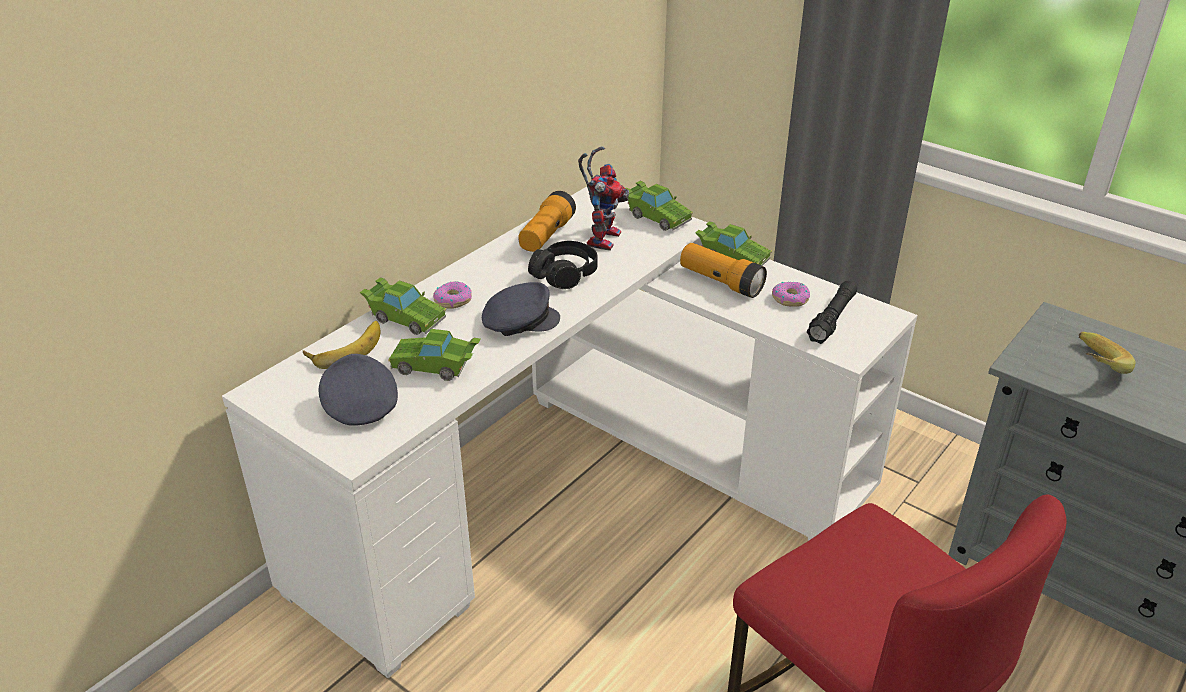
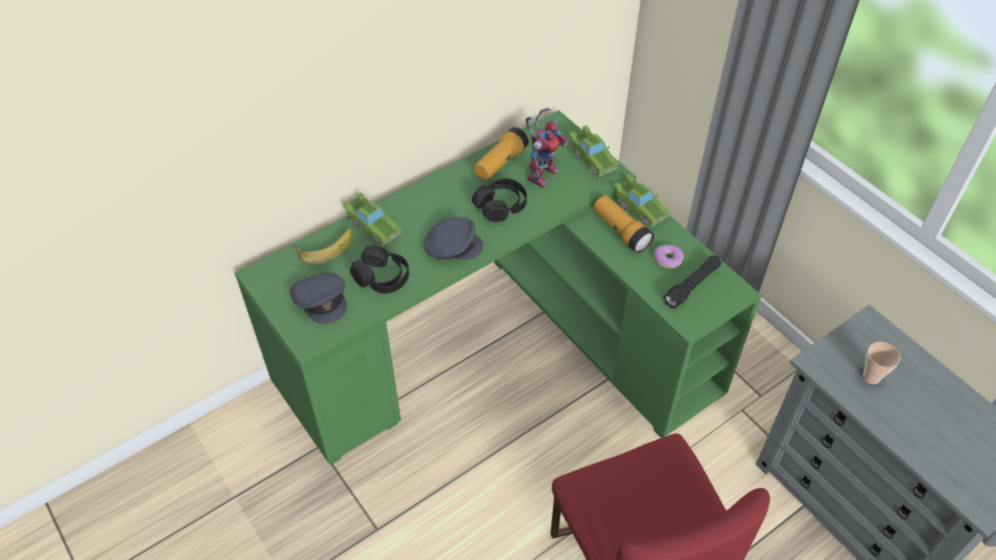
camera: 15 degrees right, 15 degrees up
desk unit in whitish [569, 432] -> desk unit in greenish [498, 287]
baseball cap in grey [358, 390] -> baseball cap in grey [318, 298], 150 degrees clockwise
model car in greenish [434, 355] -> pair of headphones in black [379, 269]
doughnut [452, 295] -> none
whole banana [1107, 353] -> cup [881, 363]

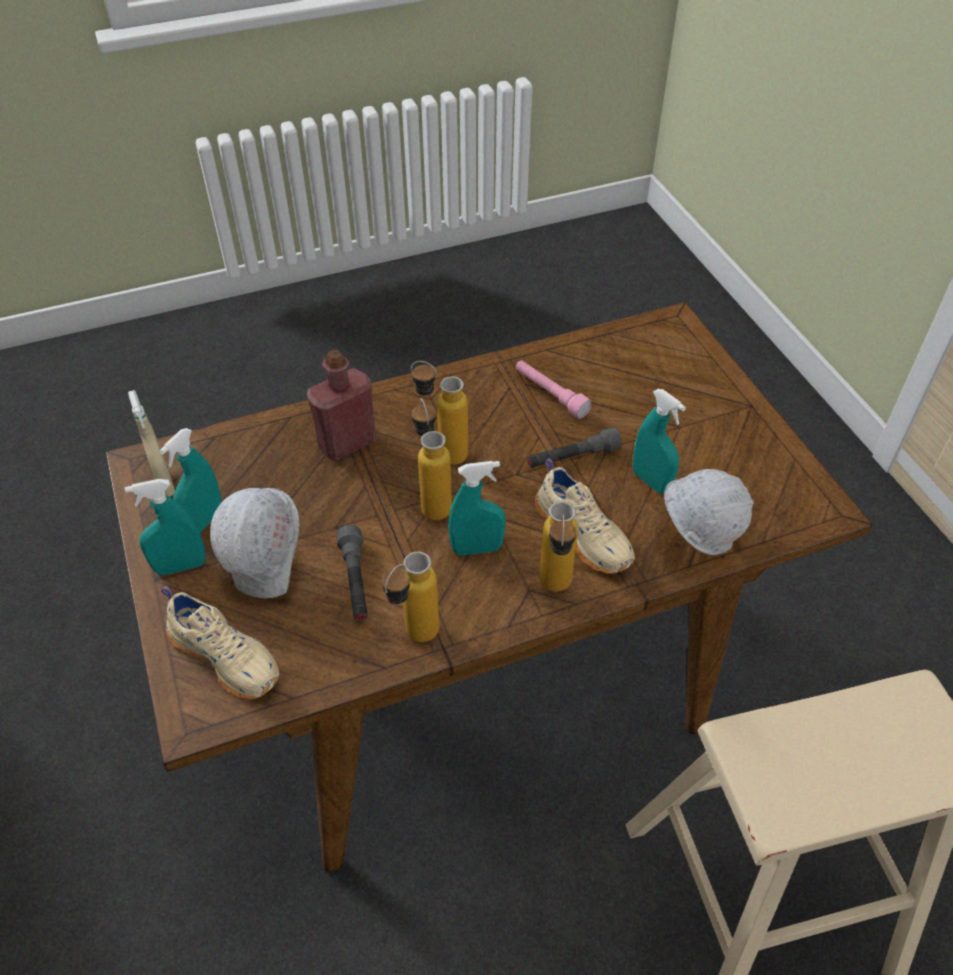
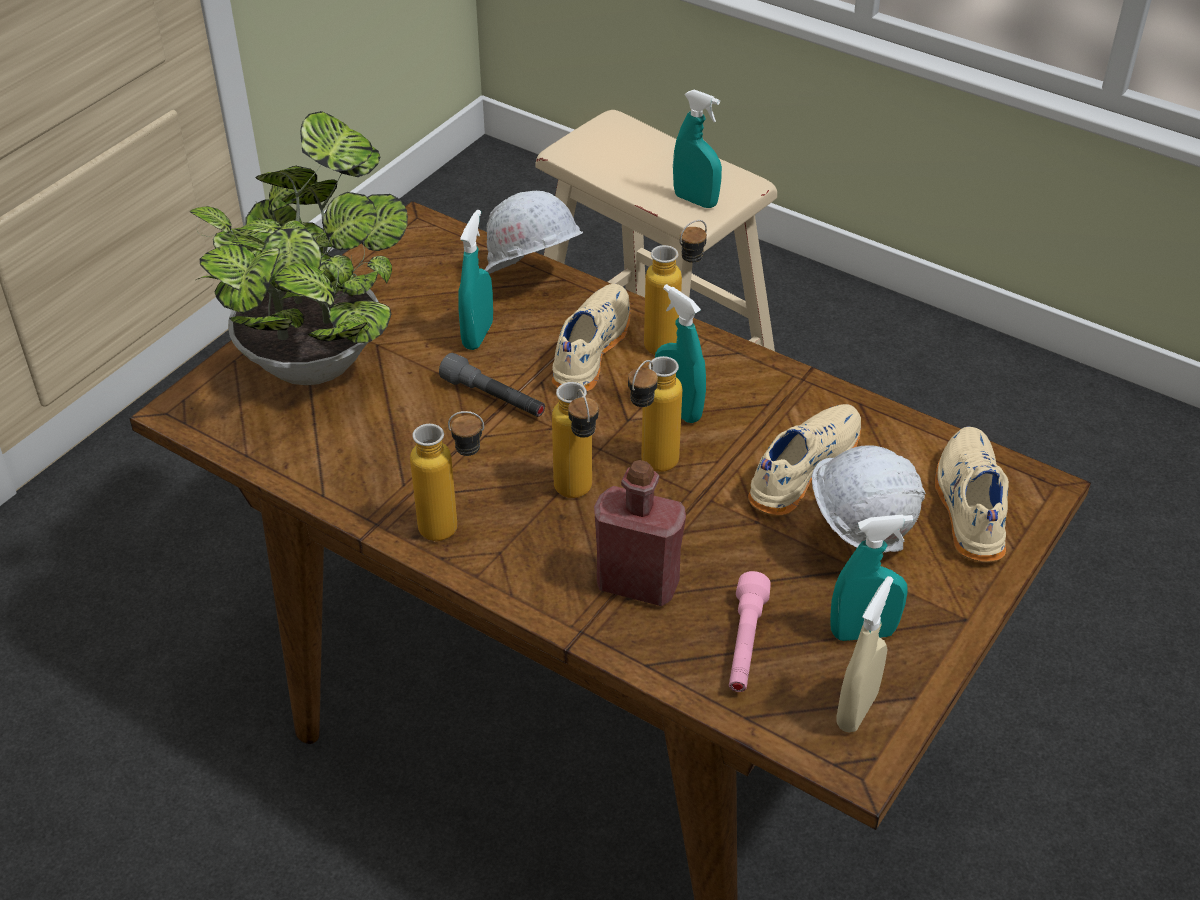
camera: 125 degrees left, 5 degrees down
sprayer in turquoise [165, 527] -> sprayer in turquoise [697, 148], moved
hand torch in grey [352, 573] -> low shoe in beige [804, 460]
drink bottle [410, 597] -> drink bottle [447, 476], moved
hand torch in pinkish [553, 389] -> hand torch in pinkish [750, 631], moved
none -> potted plant [298, 248]

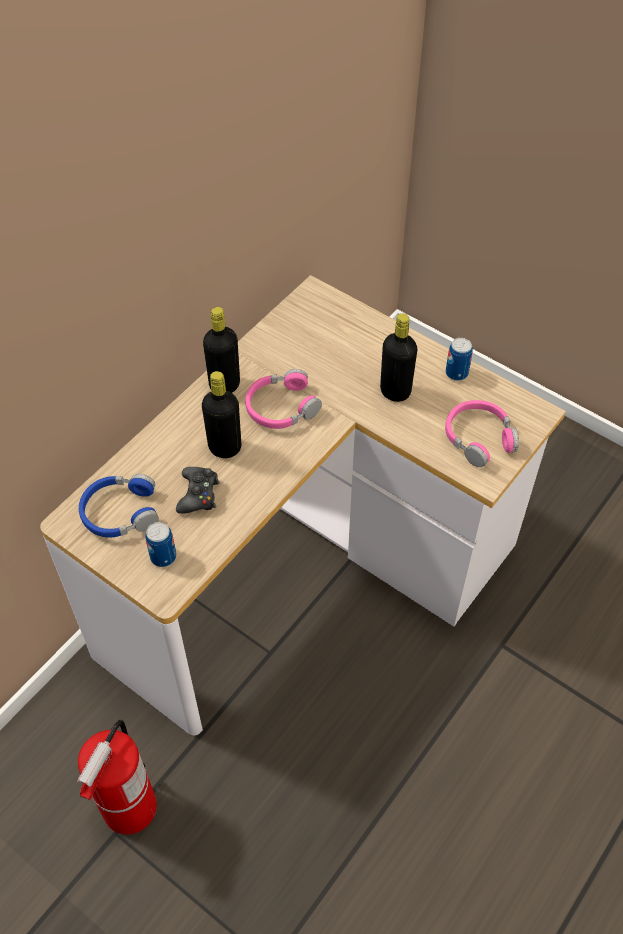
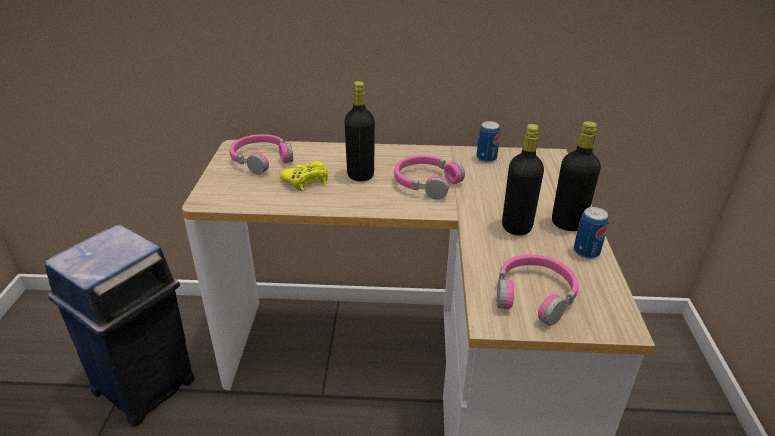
camera: 55 degrees right, 20 degrees down
extinguisher [116, 777] -> waste bin in blue-coloured [120, 325]
pair of headphones in blue-coloured [119, 506] -> pair of headphones in pinkish [261, 154]
sealed can [160, 544] -> sealed can [488, 142], moved
game controller in black [198, 490] -> game controller in yellow-coloured [304, 176]
drink bottle in black [221, 350] -> drink bottle in black [576, 176], moved

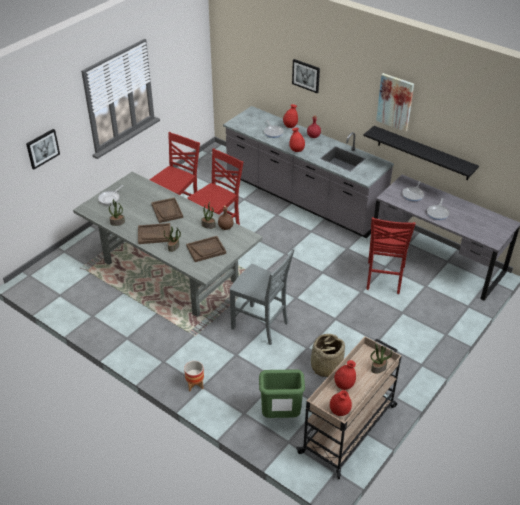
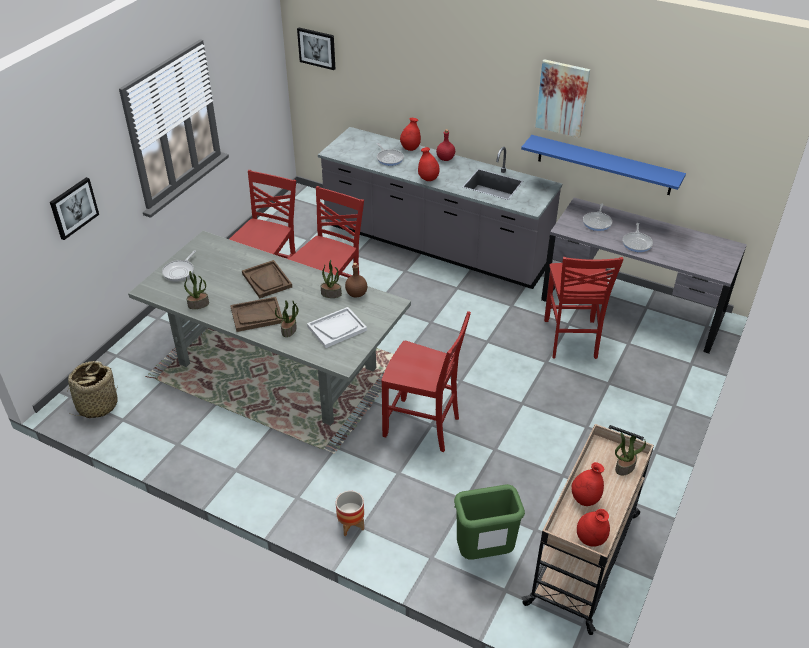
camera: 10 degrees left, 0 degrees up
carrying tray in brown [206, 249] -> carrying tray in whitish [337, 327]
upright chair in grey [262, 296] -> upright chair in red-coloured [426, 381]
picture [306, 76] -> picture [316, 49], moved
storage basket [328, 355] -> storage basket [92, 389], moved
bracket shelf in black [421, 153] -> bracket shelf in blue-coloured [603, 165]

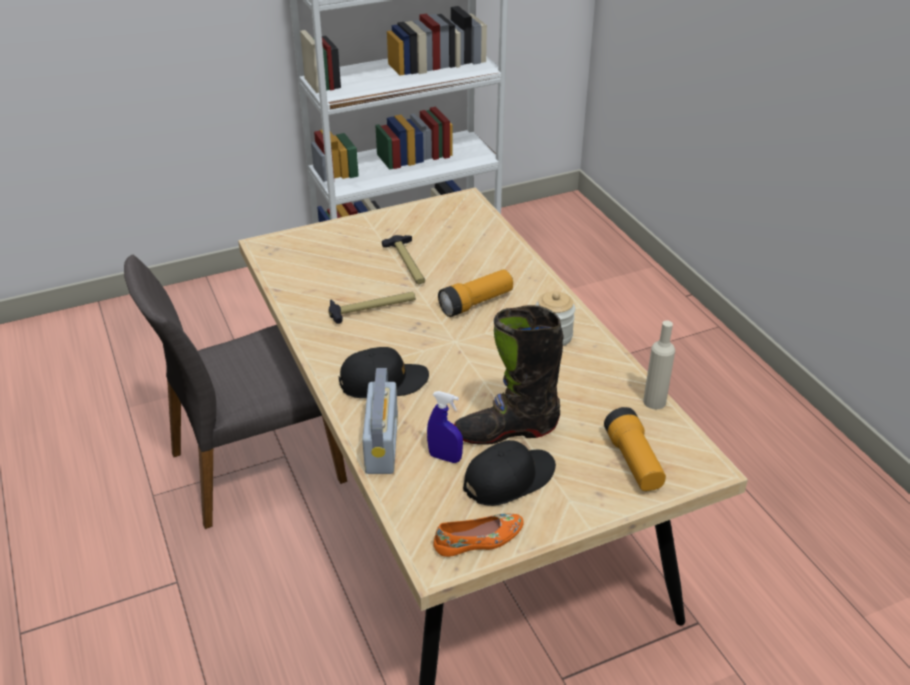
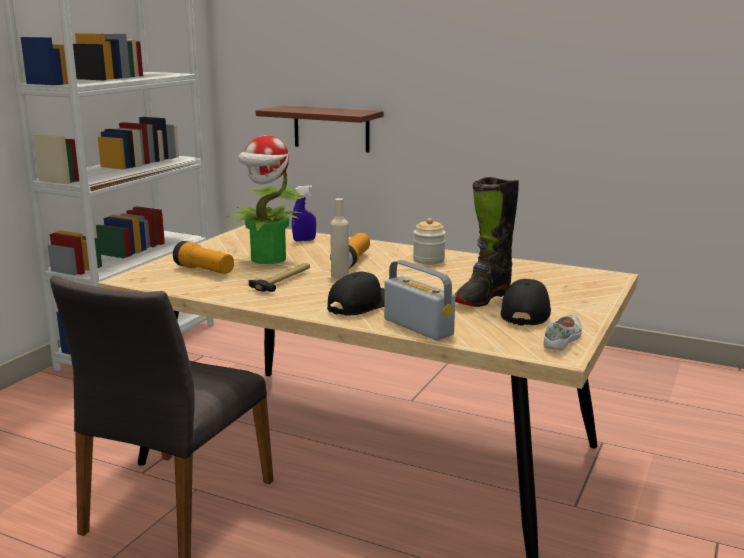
camera: 40 degrees left, 20 degrees down
hammer [403, 259] -> potted plant [265, 199]
sprayer in blue-coloured [445, 427] -> sprayer in blue-coloured [304, 213], moved
low shoe in orangey [479, 535] -> low shoe in whitish [563, 333]
hand torch [635, 449] -> hand torch [203, 257], moved
drink bottle in beige [659, 364] -> drink bottle in beige [339, 238], moved
none -> bracket shelf in brown [319, 129]

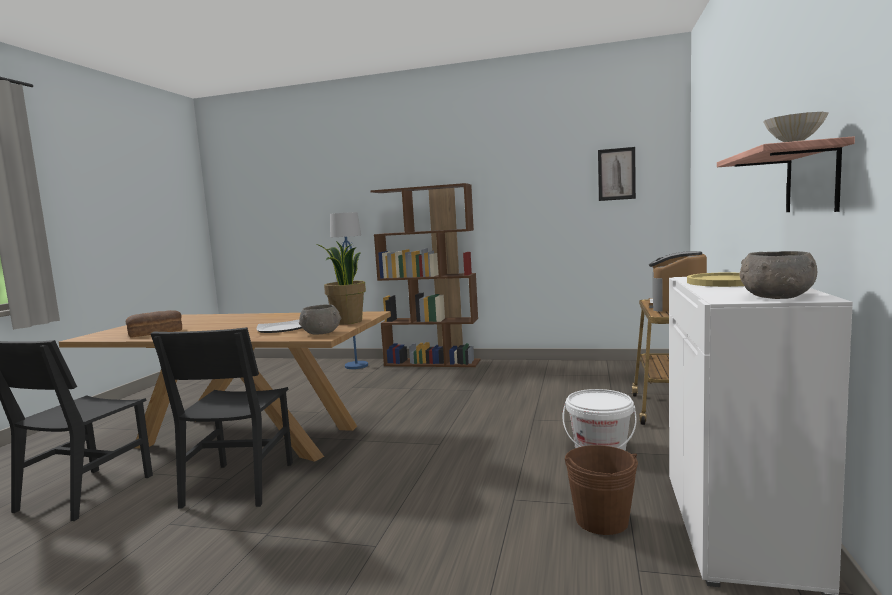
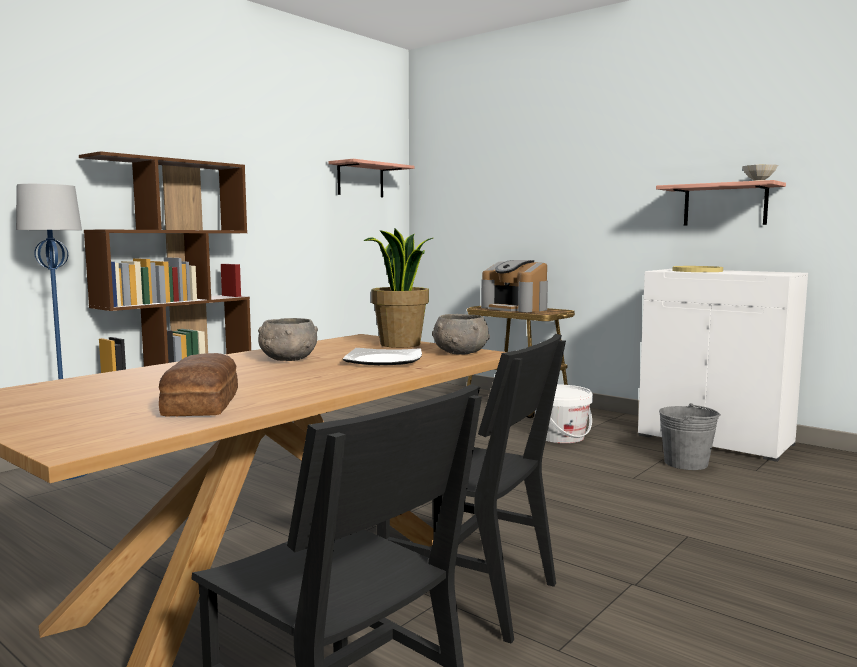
camera: 65 degrees left, 0 degrees up
bucket in brown [601, 490] -> bucket in grey [690, 436]
picture [617, 174] -> bracket shelf [371, 178]
serving bowl in grey [778, 275] -> serving bowl in grey [288, 339], moved

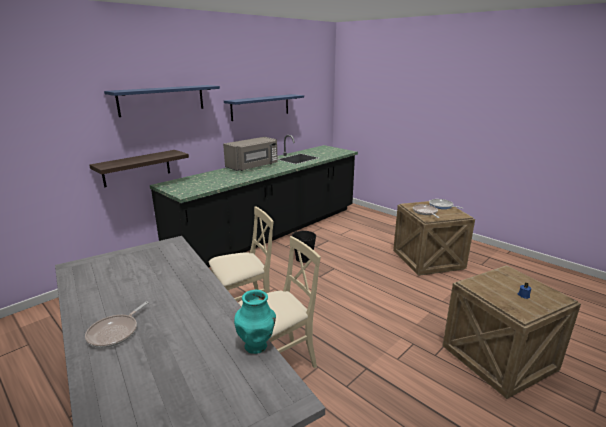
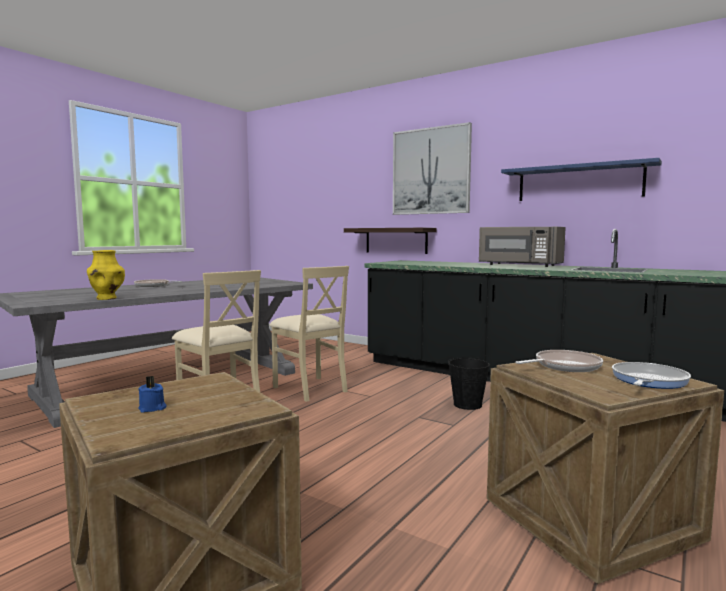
camera: 80 degrees right, 15 degrees down
bracket shelf in blue-coloured [162, 101] -> picture [432, 168]
decorative vase in turquoise [255, 322] -> decorative vase in yellow-coloured [106, 275]

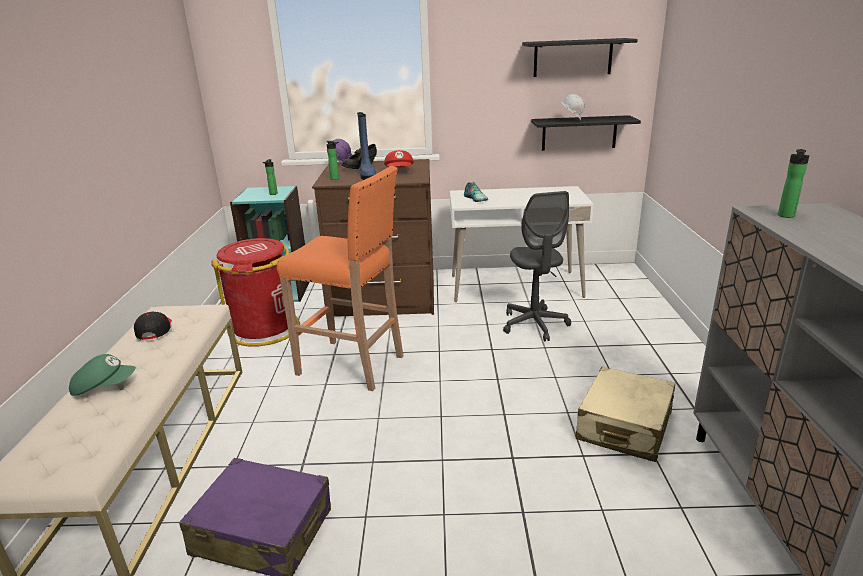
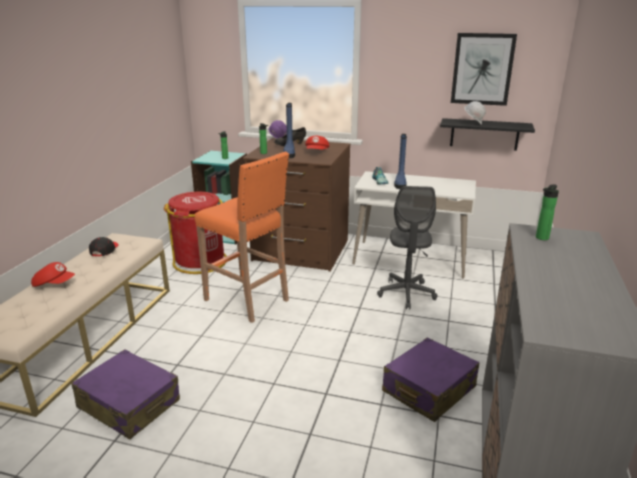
camera: 15 degrees right, 0 degrees up
baseball cap in greenish [102, 375] -> baseball cap in red-coloured [53, 274]
bracket shelf in black [580, 57] -> picture [484, 69]
piece of luggage in beige [625, 414] -> piece of luggage in purple-coloured [431, 379]
none -> tall boot in blue-coloured [400, 161]

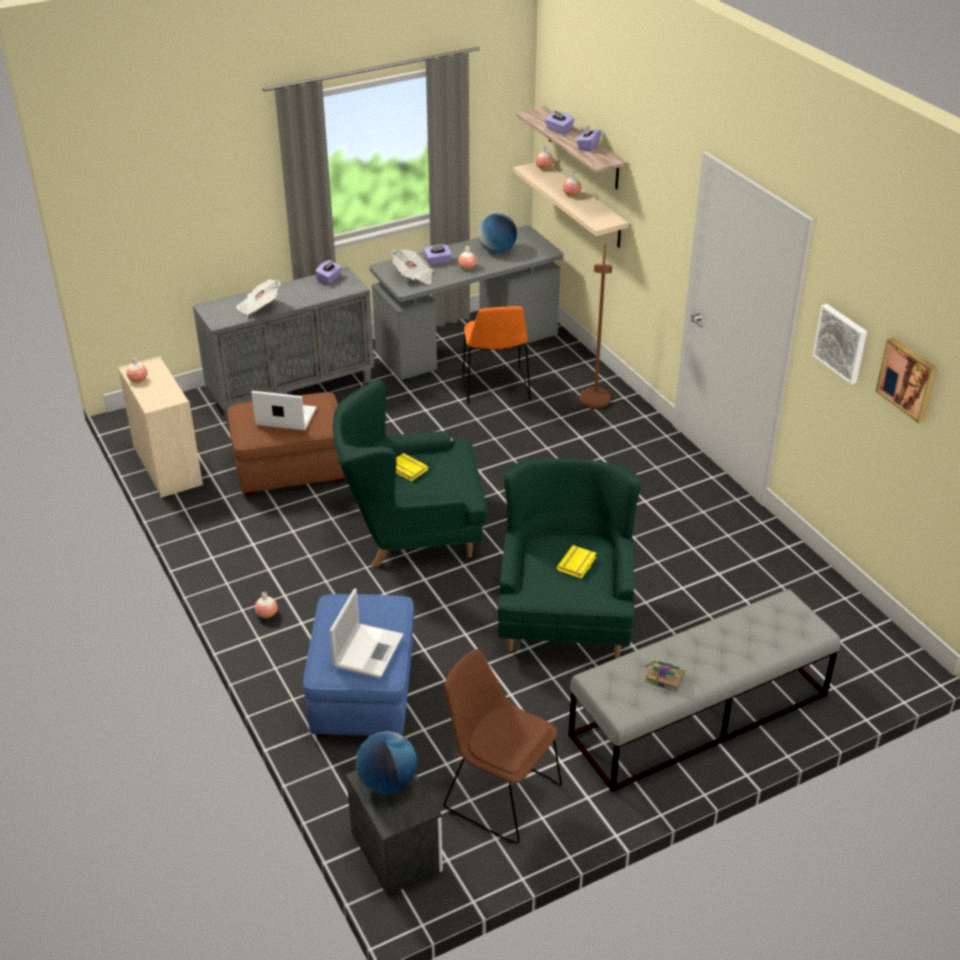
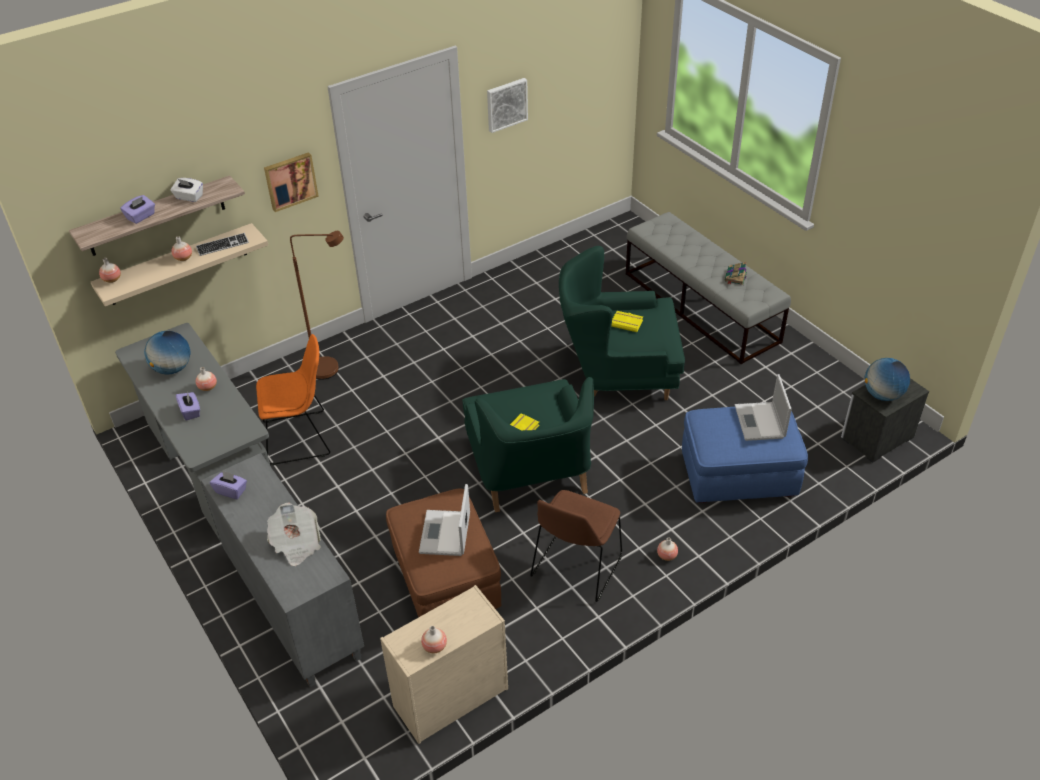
camera: 95 degrees left, 5 degrees up
notebook computer [366, 633] -> notebook computer [763, 407], 105 degrees counterclockwise
daily paper [412, 266] -> none
upright chair in brown [502, 746] -> upright chair in brown [576, 546], moved
box of tissues in purple-coloured [589, 138] -> box of tissues in whitish [186, 190]
picture [906, 380] -> picture [291, 182], moved
none -> computer keyboard [222, 244]

